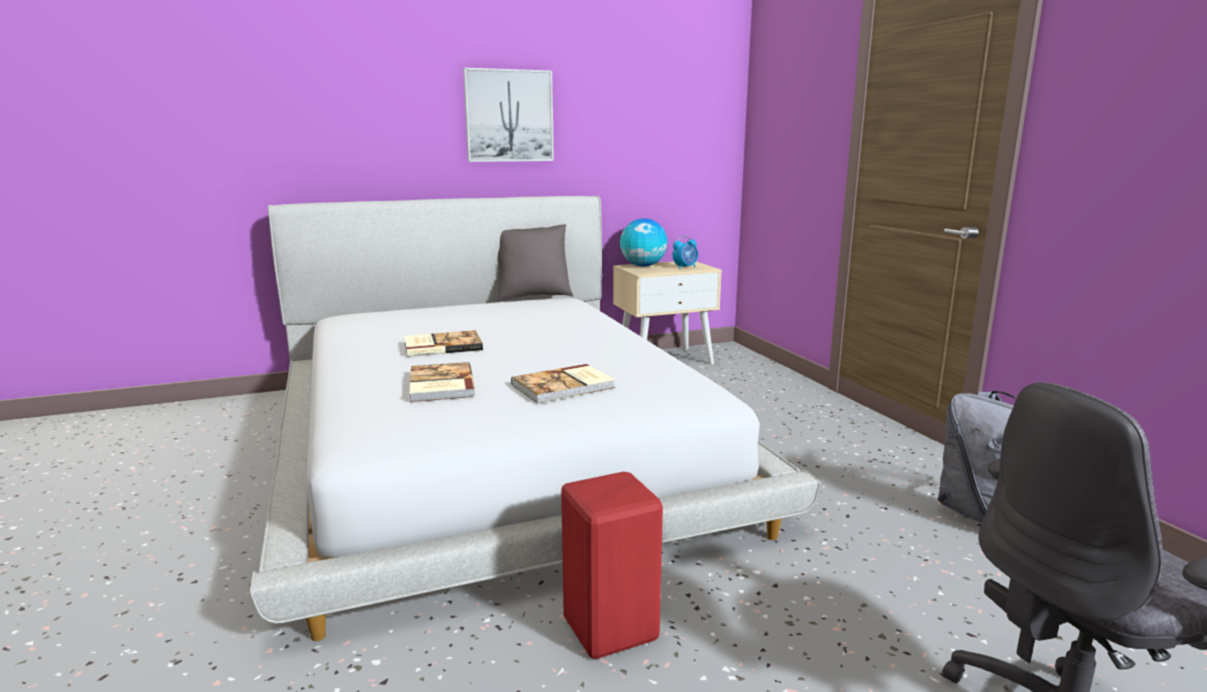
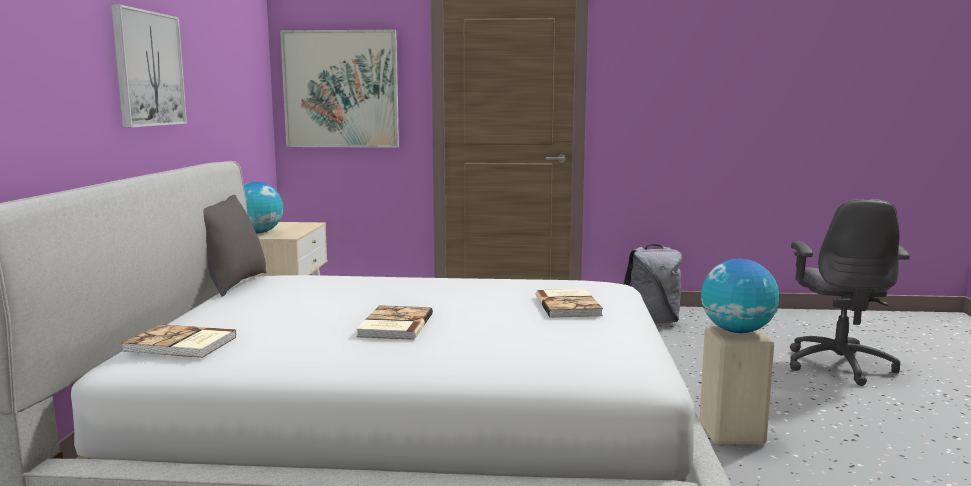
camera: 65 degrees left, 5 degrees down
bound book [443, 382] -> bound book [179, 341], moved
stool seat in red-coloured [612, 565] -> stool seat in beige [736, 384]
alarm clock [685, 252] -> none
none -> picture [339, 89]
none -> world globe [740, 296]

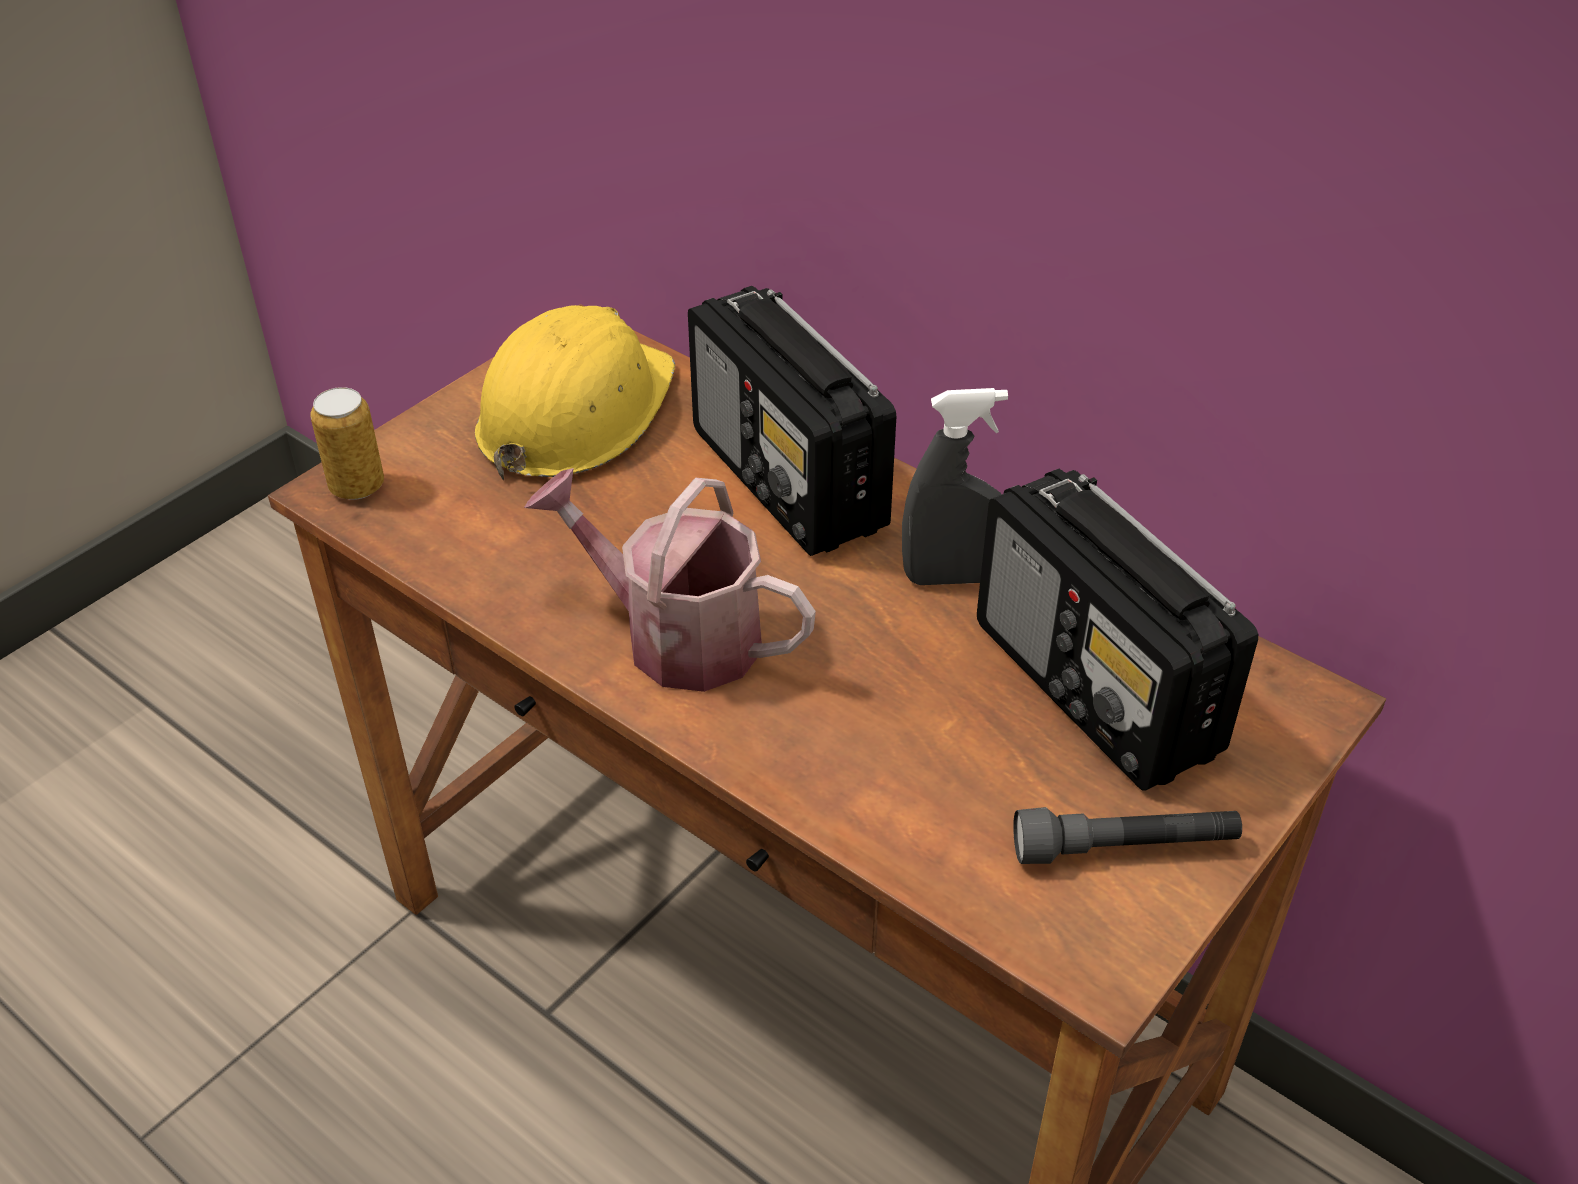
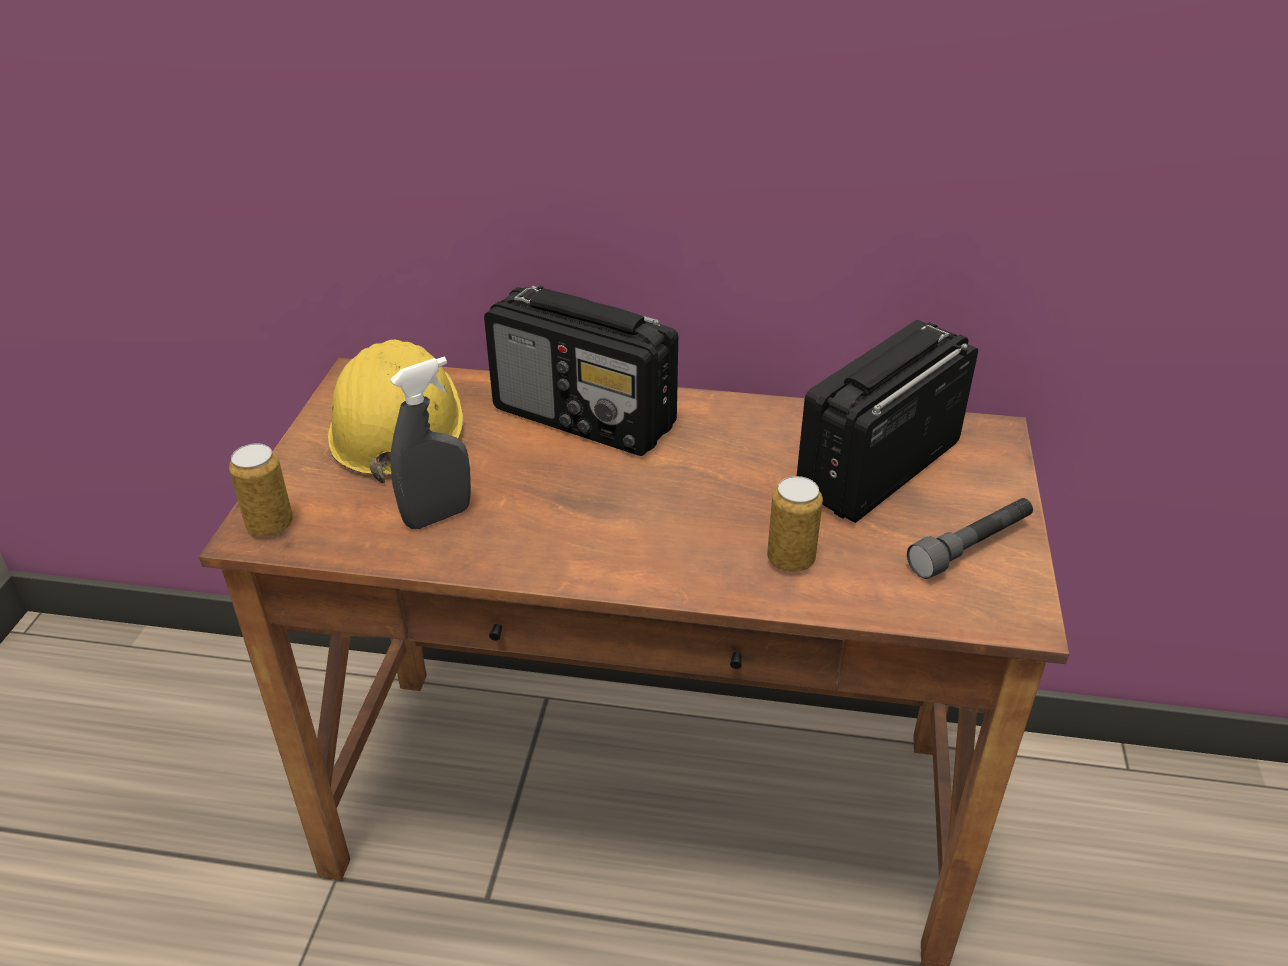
camera: 30 degrees left, 5 degrees down
watering can [670, 580] -> none
sprayer in grey [955, 486] -> sprayer in grey [430, 443], moved
radio set [1117, 630] -> radio set [887, 421], 105 degrees clockwise
none -> sealed can [795, 524]

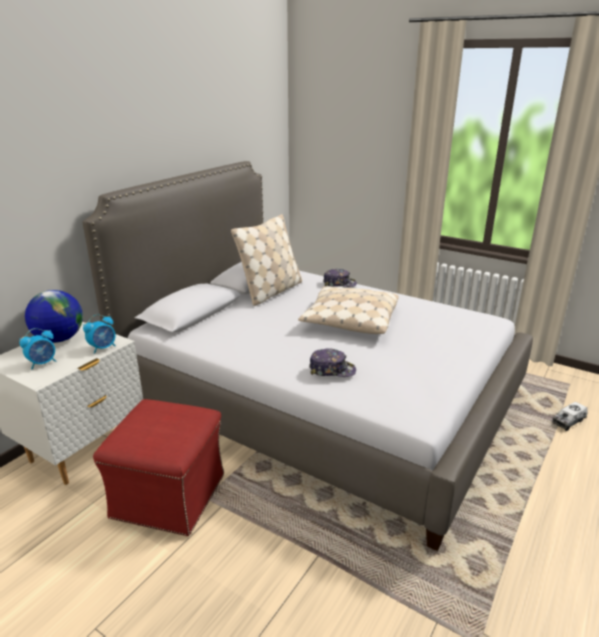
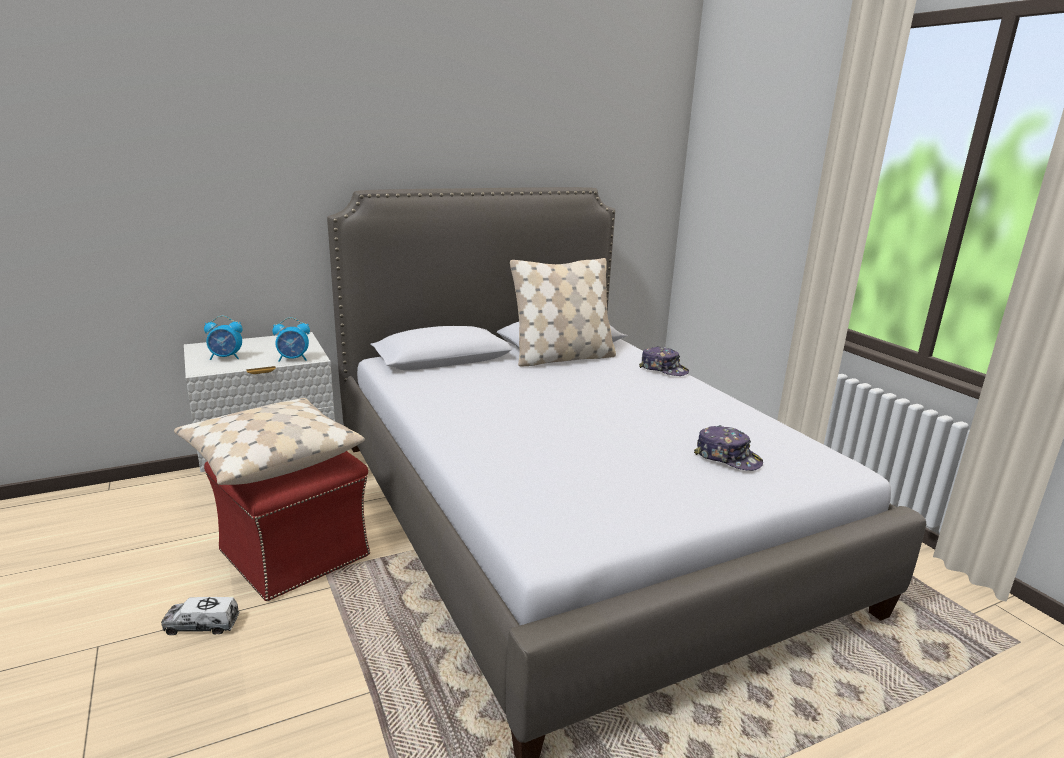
camera: 30 degrees right, 5 degrees down
world globe [54, 316] -> none
pillow in beige [348, 310] -> pillow in beige [269, 441], moved
baseball cap [332, 363] -> baseball cap [728, 448], moved
toy lorry [570, 416] -> toy lorry [200, 616], moved

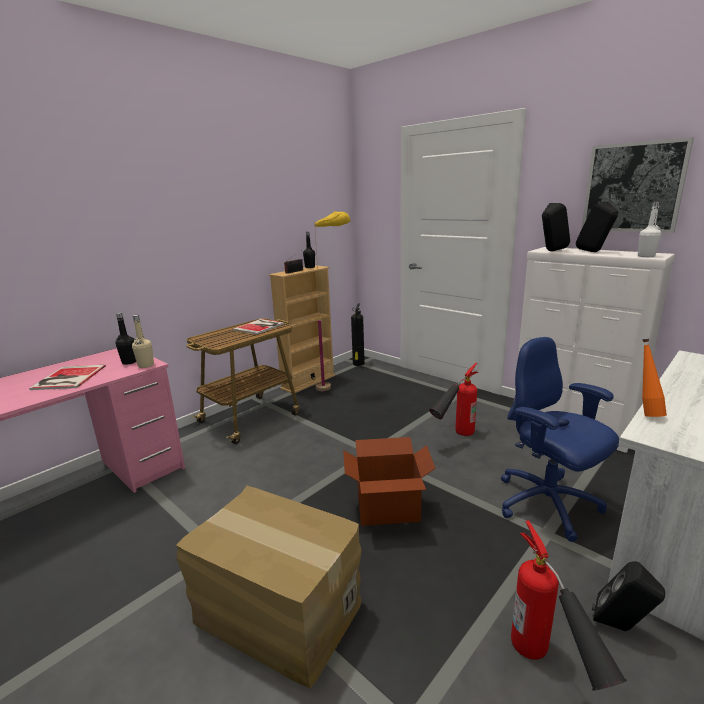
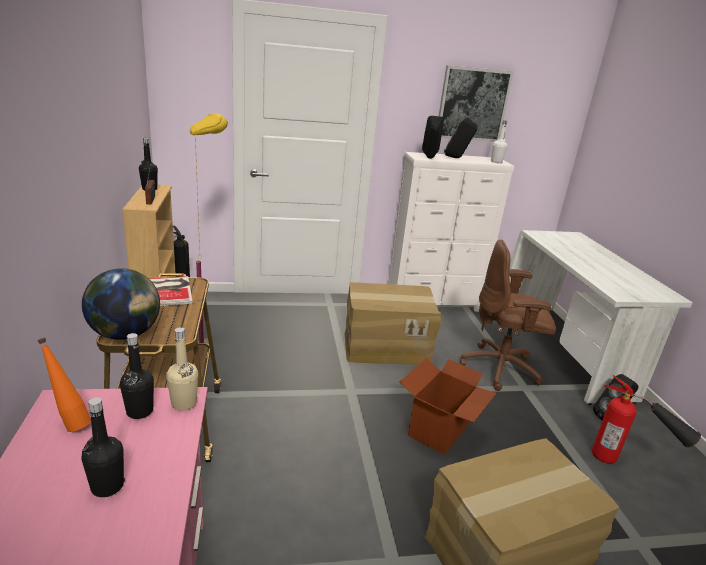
camera: 55 degrees left, 5 degrees up
bound book [67, 377] -> drink bottle in black [103, 447]
extinguisher [454, 399] -> packing box [393, 323]
computer chair in blue-coloured [560, 439] -> computer chair in brown [508, 315]
drink bottle in orangey [654, 378] -> drink bottle in orangey [64, 385], moved
none -> world globe [121, 304]

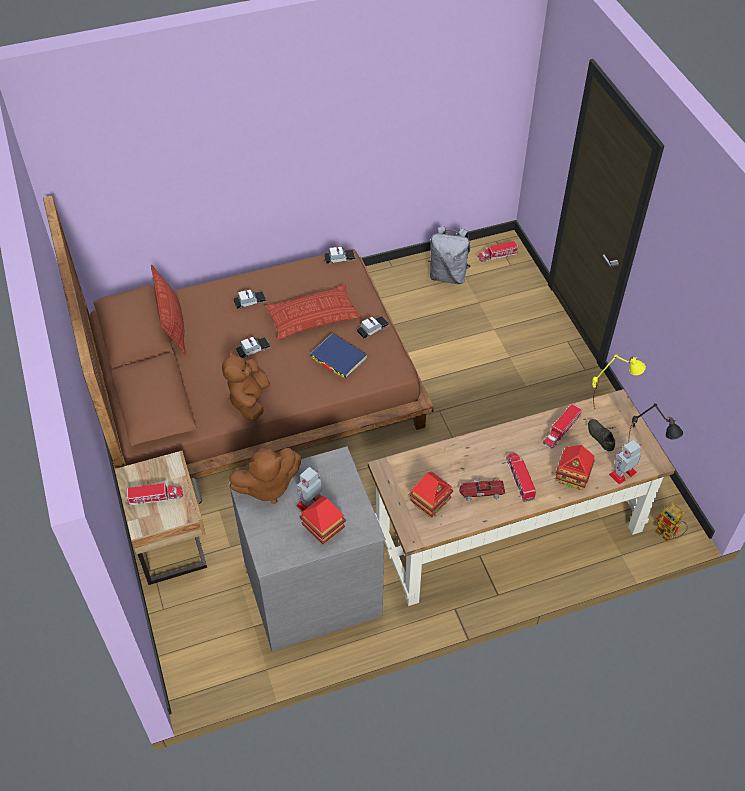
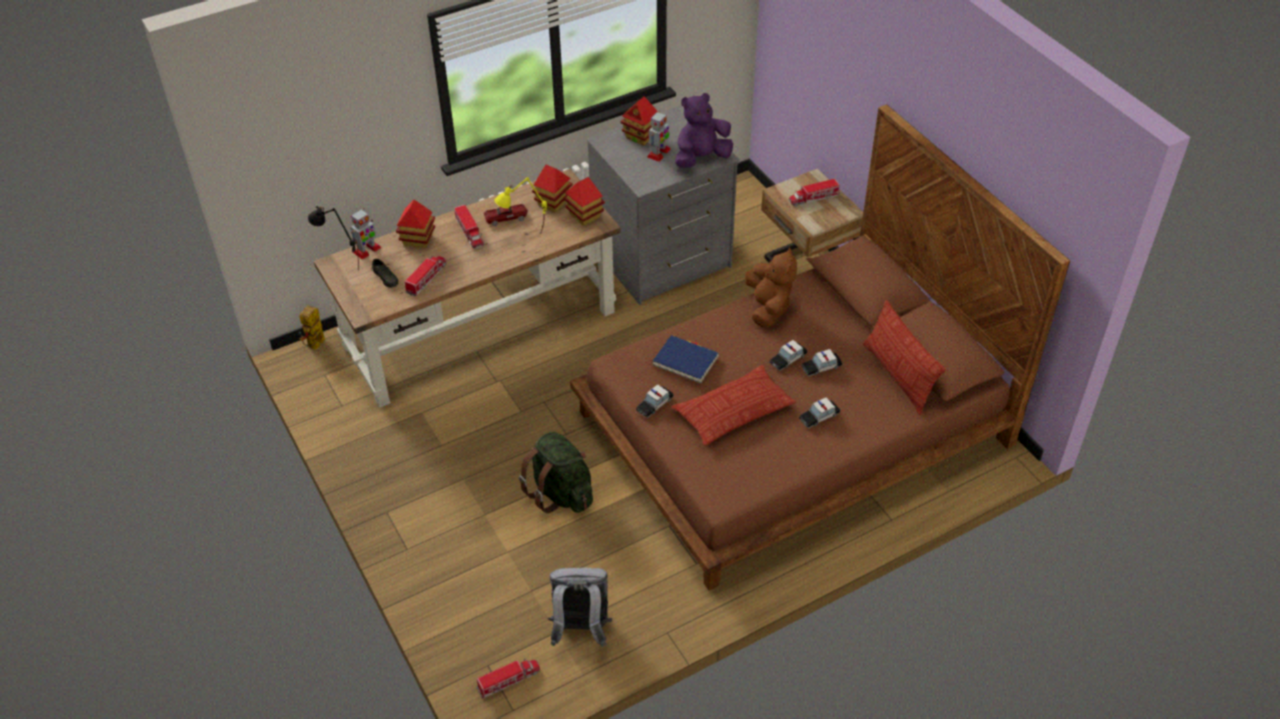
camera: 170 degrees right, 5 degrees down
plush toy in brown [265, 476] -> plush toy in purple-coloured [704, 130]
model car [339, 255] -> model car [821, 362], moved
table lamp in yellow-coloured [619, 382] -> table lamp in yellow-coloured [521, 205], moved
toy robot [671, 521] -> toy robot [312, 327], 105 degrees counterclockwise
none -> knapsack in greenish [556, 472]
none -> miniature house [584, 201]

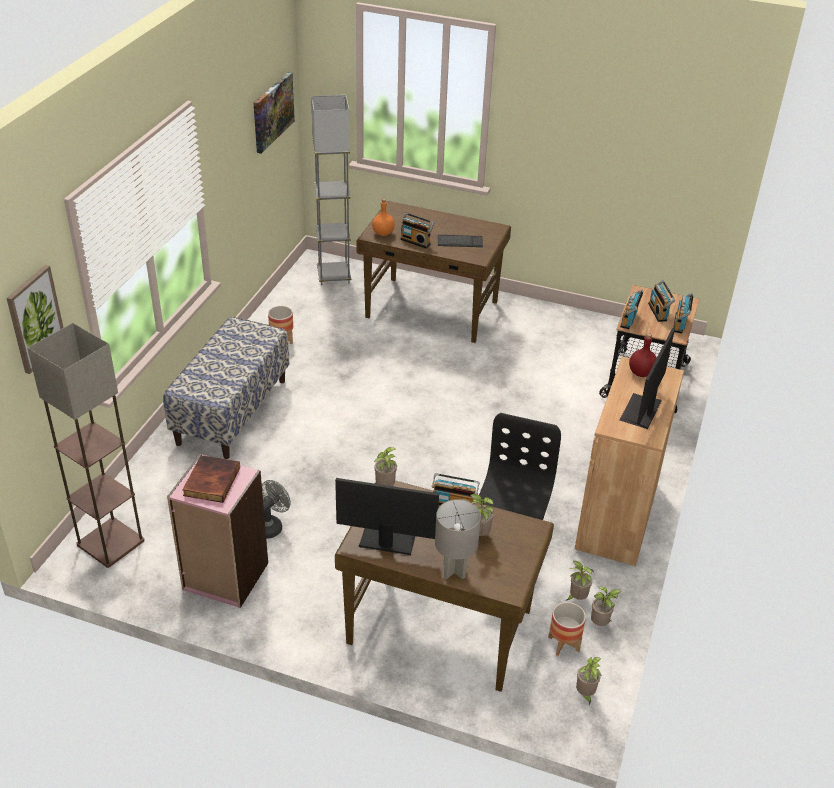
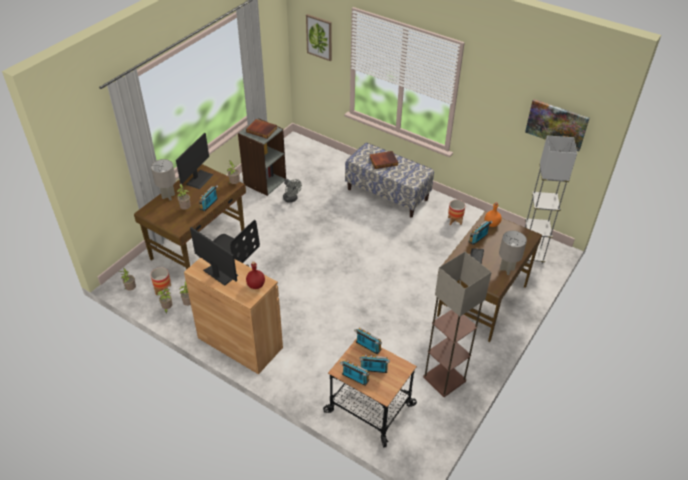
camera: 105 degrees right, 5 degrees up
floor lamp [86, 445] -> floor lamp [457, 324], moved
bookcase in pinkish [217, 531] -> bookcase in grey [262, 157]
none -> bound book [383, 160]
none -> table lamp in grey [513, 252]

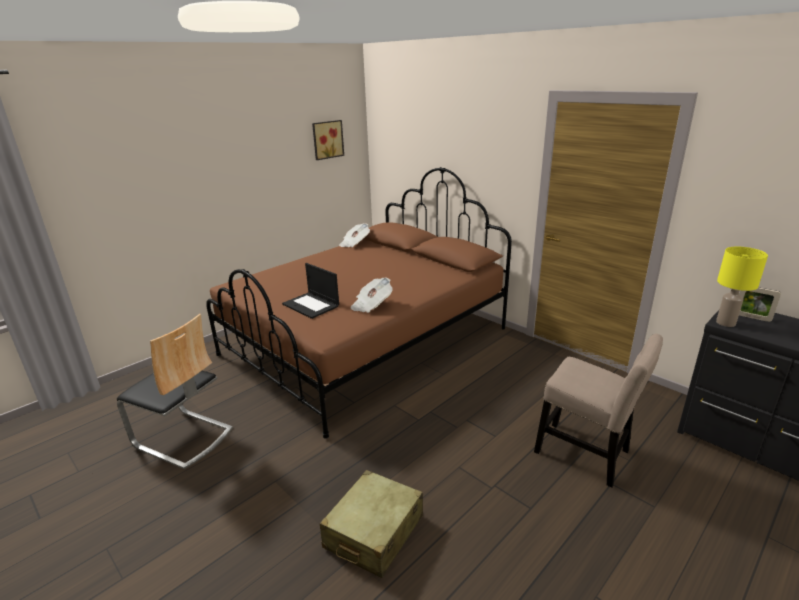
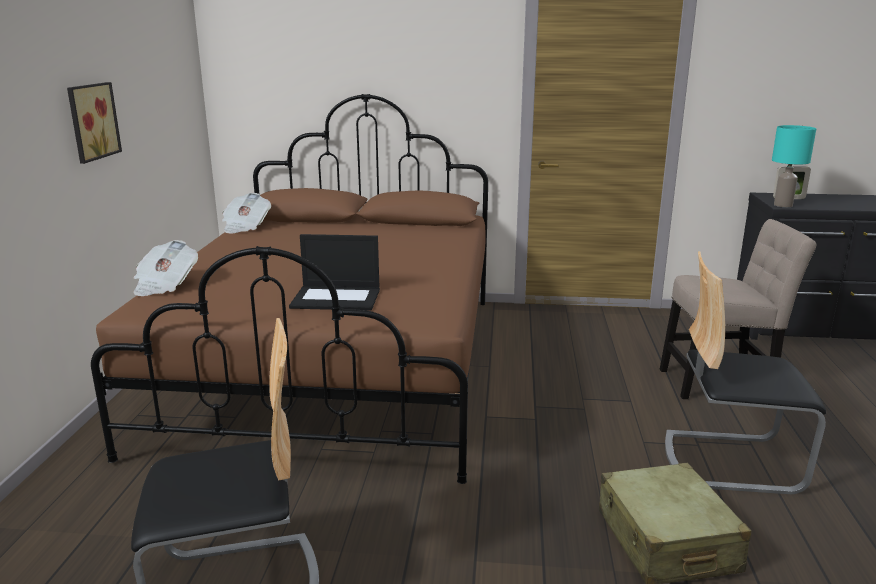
camera: 40 degrees left, 5 degrees down
picture [328, 140] -> picture [94, 123], moved
daily paper [371, 295] -> daily paper [165, 268], moved
table lamp in yellow-coloured [742, 286] -> table lamp in turquoise [794, 166]
none -> upright chair [745, 372]

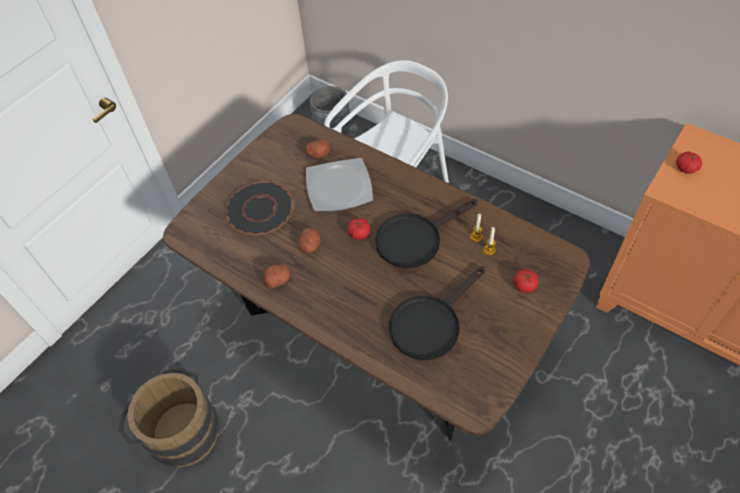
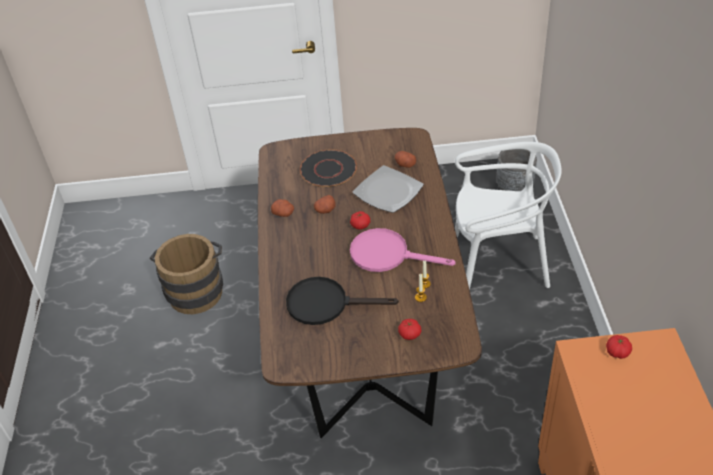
camera: 50 degrees right, 10 degrees down
pan in black [426, 233] -> pan in pinkish [403, 250]

